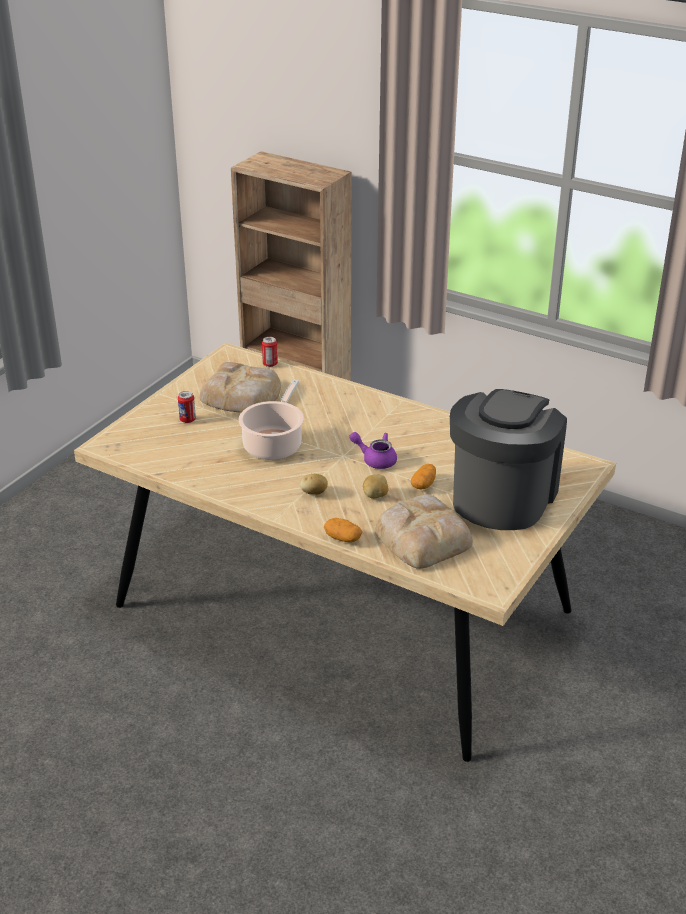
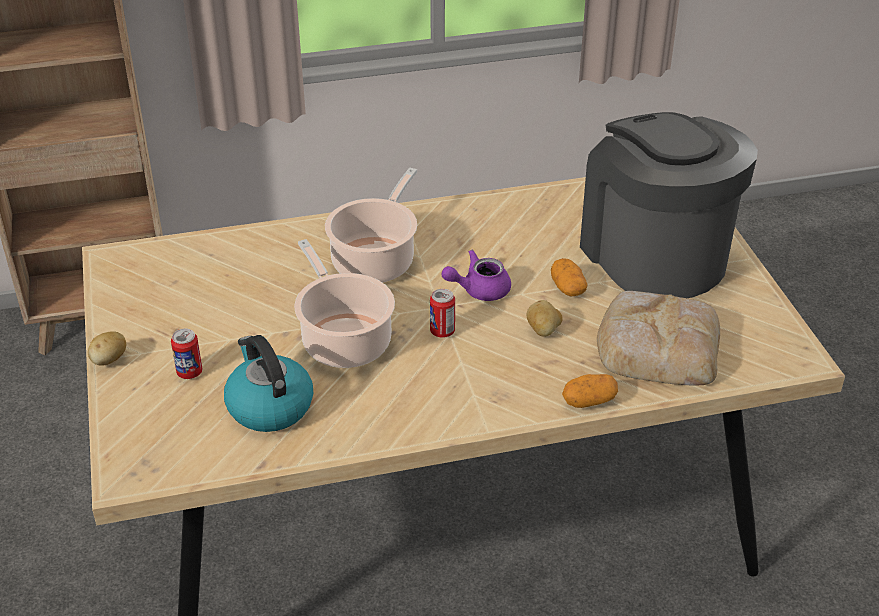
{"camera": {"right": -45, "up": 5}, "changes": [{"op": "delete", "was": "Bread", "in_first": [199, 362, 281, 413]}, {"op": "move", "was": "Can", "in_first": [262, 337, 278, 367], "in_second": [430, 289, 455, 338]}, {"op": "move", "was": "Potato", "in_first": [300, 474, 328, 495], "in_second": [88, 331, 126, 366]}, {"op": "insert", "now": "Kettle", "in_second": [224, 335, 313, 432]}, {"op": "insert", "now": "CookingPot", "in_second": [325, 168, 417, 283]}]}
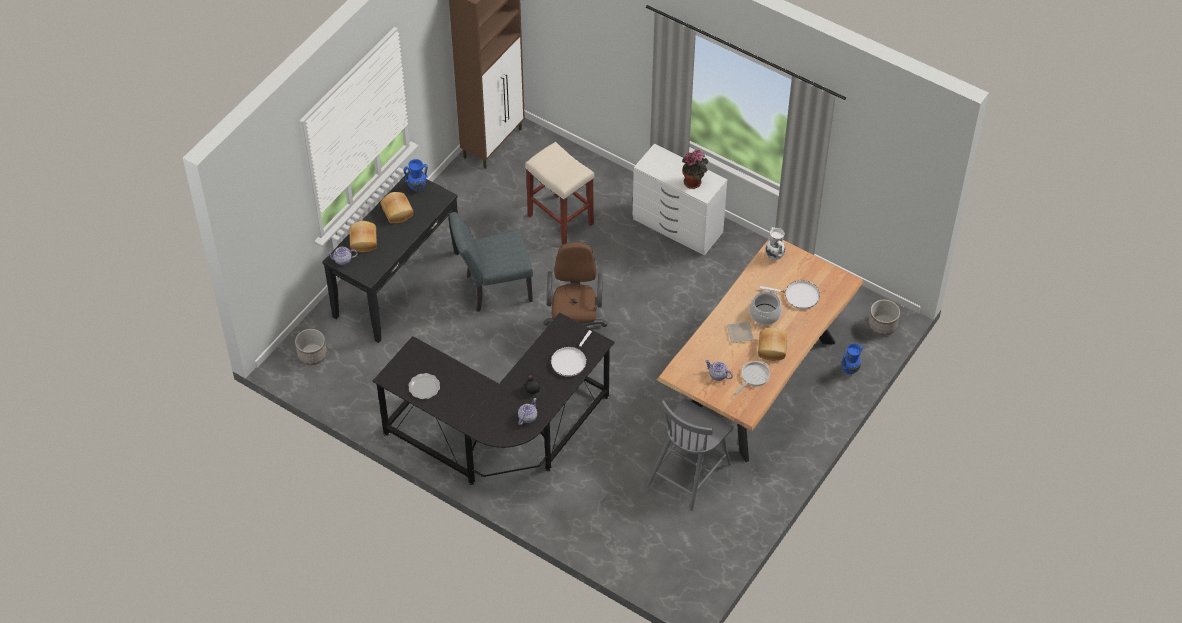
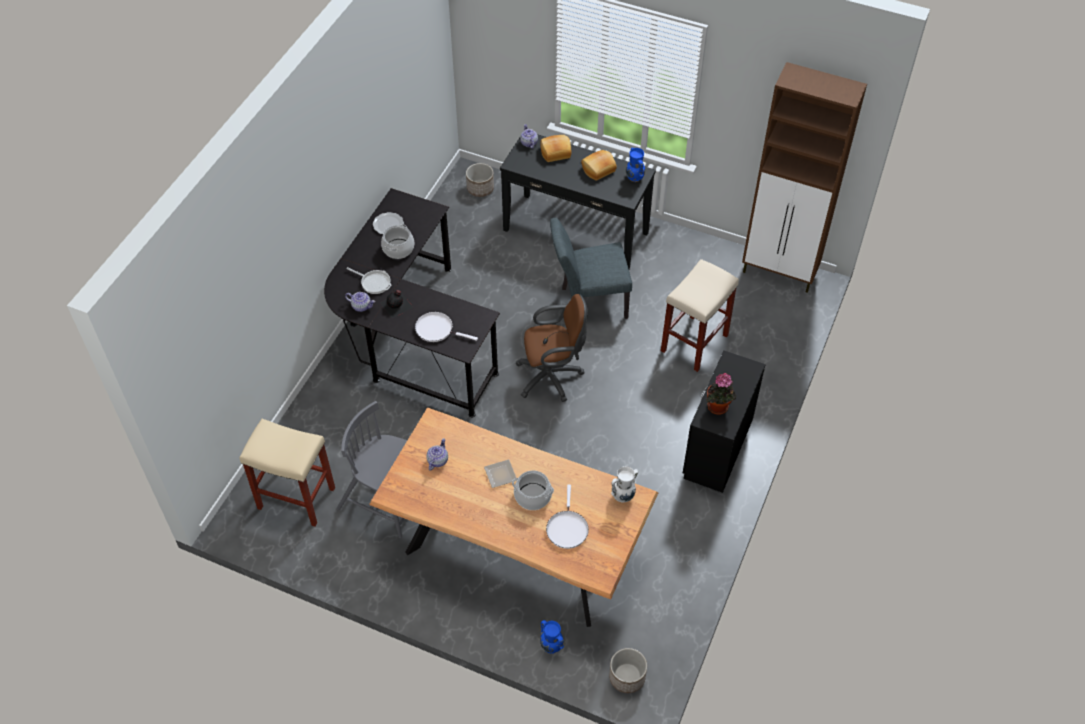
{"camera": {"right": 80, "up": 0}, "changes": [{"op": "rotate", "was": "GreyChair", "in_first": [449, 212, 533, 312], "in_second": [550, 218, 632, 319], "clockwise": -75}, {"op": "recolor", "was": "WhiteDresser", "now": "BlackDresser", "in_first": [633, 144, 727, 256], "in_second": [683, 351, 766, 493]}, {"op": "move", "was": "FryingPan", "in_first": [733, 362, 770, 396], "in_second": [347, 267, 391, 294]}, {"op": "delete", "was": "Bread", "in_first": [758, 327, 787, 361]}, {"op": "insert", "now": "BeigeStool", "in_second": [240, 419, 335, 527]}, {"op": "insert", "now": "CookingPot", "in_second": [381, 224, 414, 259]}]}
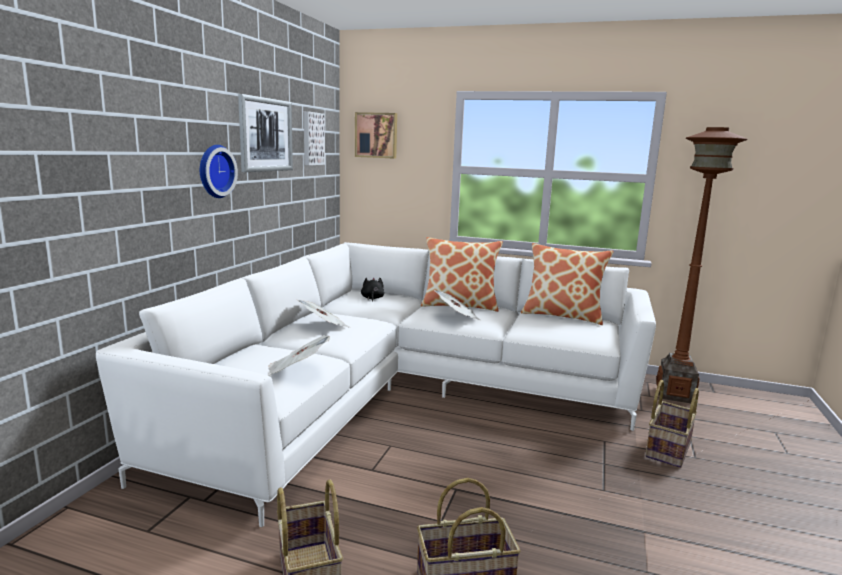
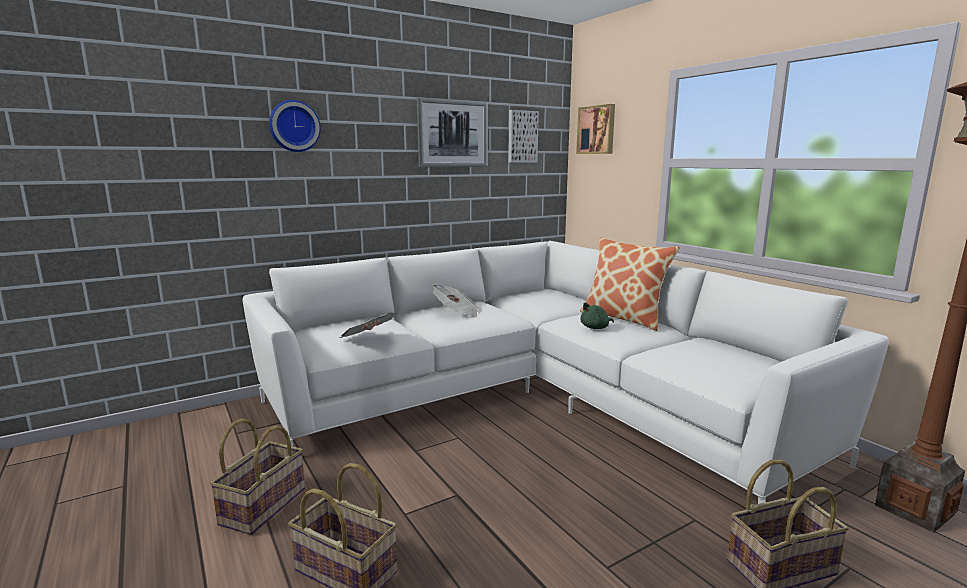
{"camera": {"right": 40, "up": 0}, "changes": [{"op": "move", "was": "WallClock", "in_first": [200, 145, 238, 198], "in_second": [269, 100, 321, 152]}, {"op": "delete", "was": "BlackPlushToy", "in_first": [361, 278, 384, 302]}, {"op": "replace", "was": "Newspaper", "now": "GreenPlushToy", "in_first": [434, 290, 480, 320], "in_second": [580, 303, 614, 329]}, {"op": "delete", "was": "Pillow", "in_first": [521, 243, 614, 325]}]}
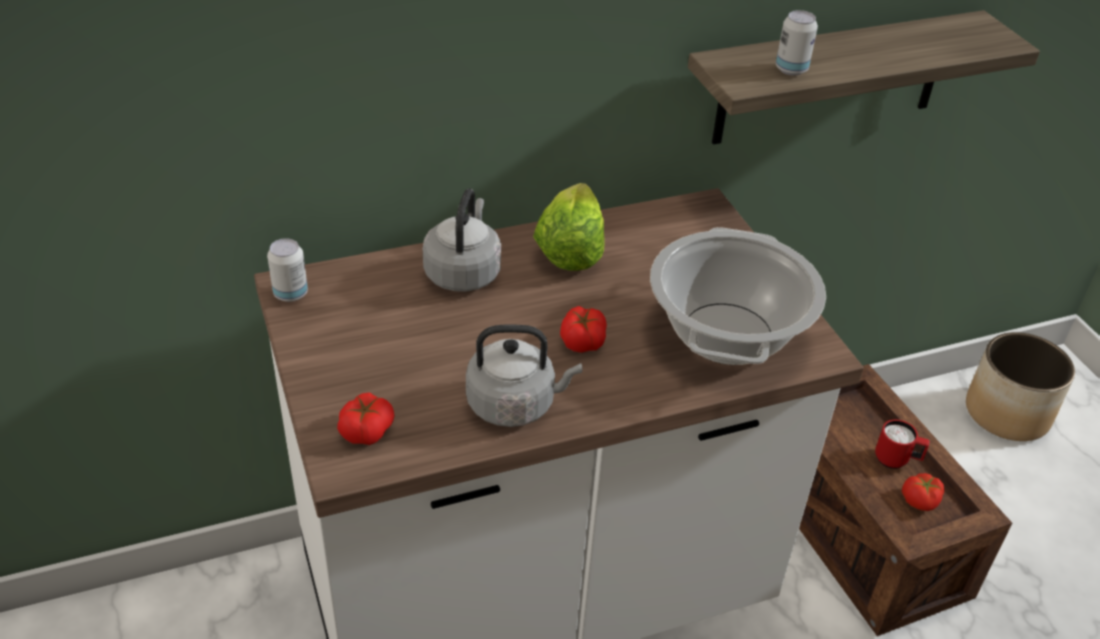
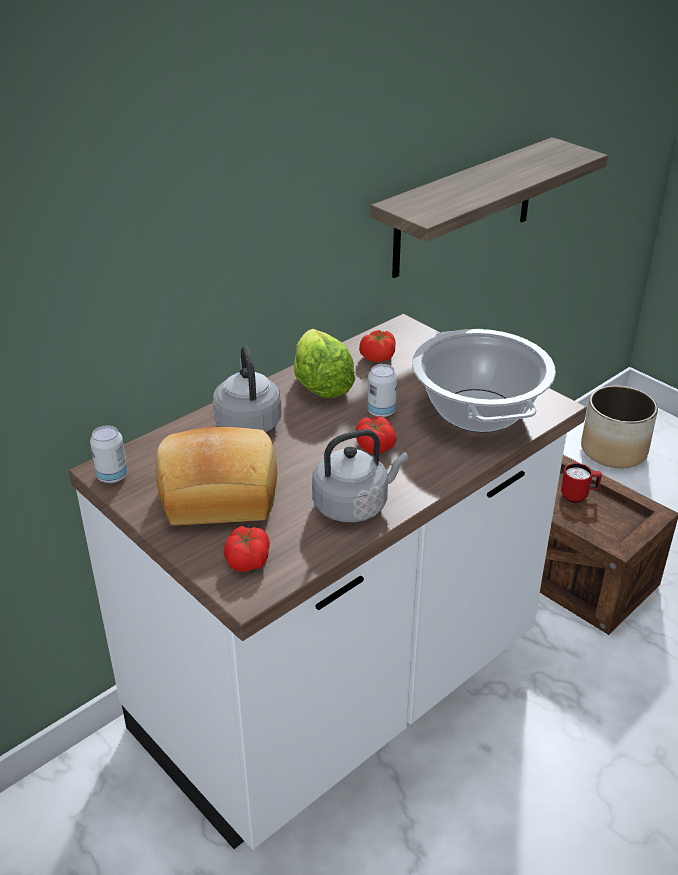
{"camera": {"right": -20, "up": -5}, "changes": [{"op": "move", "was": "Can", "in_first": [776, 10, 818, 76], "in_second": [367, 364, 397, 417]}, {"op": "move", "was": "Tomato", "in_first": [902, 473, 944, 511], "in_second": [359, 330, 396, 362]}, {"op": "insert", "now": "Bread", "in_second": [156, 427, 277, 526]}]}
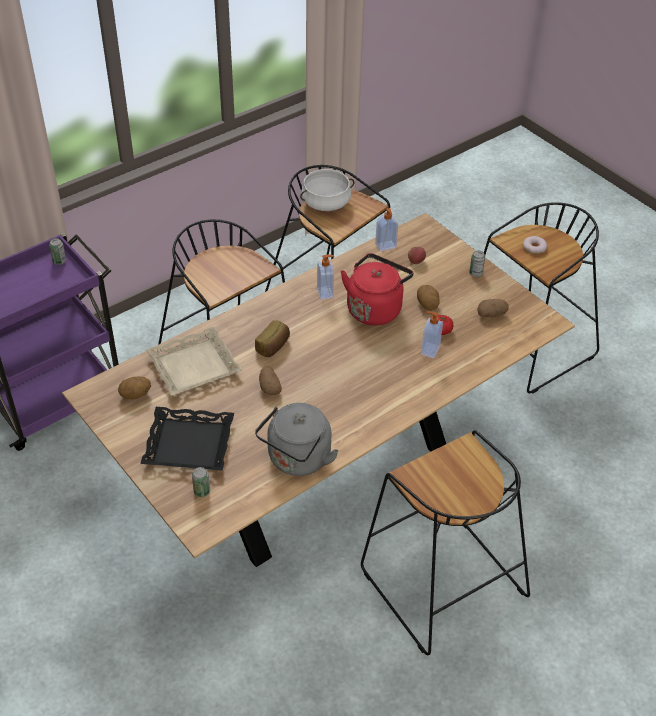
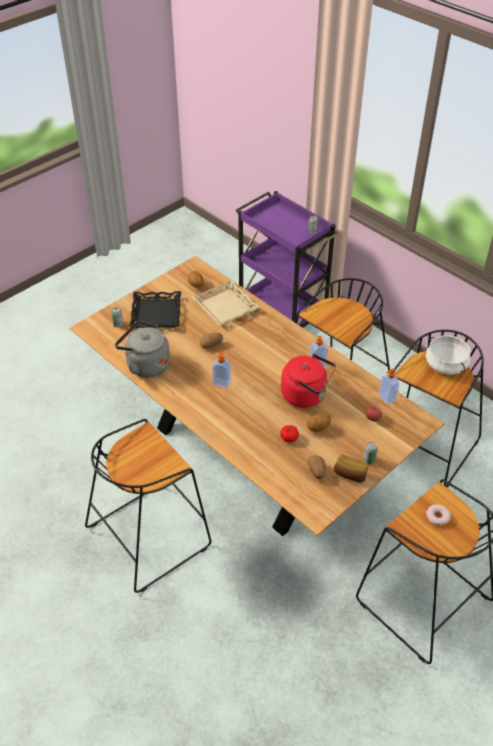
{"camera": {"right": 85, "up": 0}, "changes": [{"op": "move", "was": "Bread", "in_first": [255, 320, 290, 357], "in_second": [334, 454, 368, 483]}, {"op": "move", "was": "SoapDispenser", "in_first": [421, 311, 443, 358], "in_second": [212, 351, 231, 388]}]}
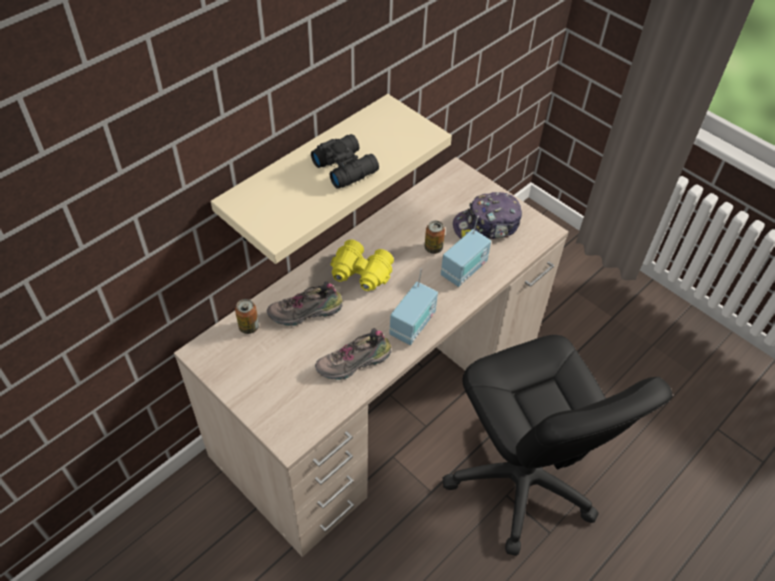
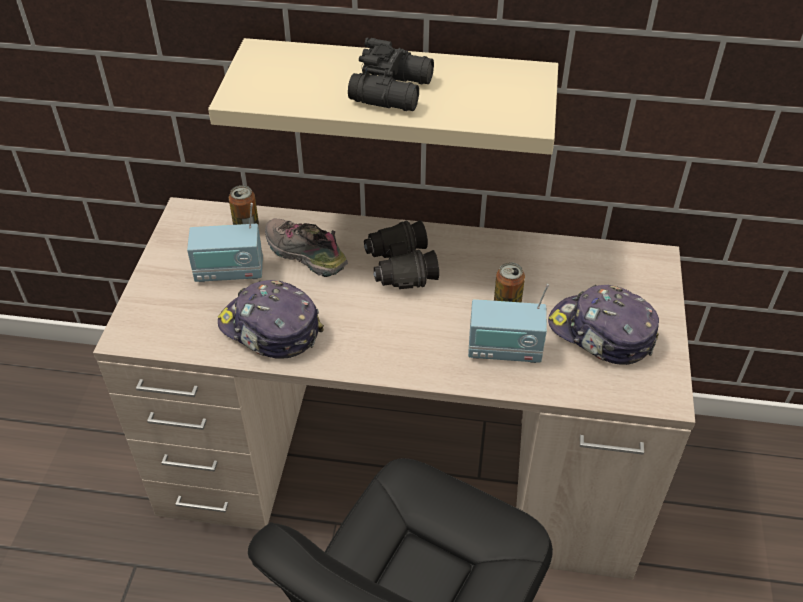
{"camera": {"right": 55, "up": -5}, "changes": [{"op": "replace", "was": "Shoe", "now": "Cap", "in_first": [315, 328, 392, 380], "in_second": [218, 280, 324, 358]}, {"op": "recolor", "was": "YellowBinoculars", "now": "BlackBinoculars", "in_first": [330, 240, 394, 291], "in_second": [364, 220, 439, 289]}, {"op": "move", "was": "Radio", "in_first": [389, 269, 438, 345], "in_second": [187, 203, 263, 282]}]}
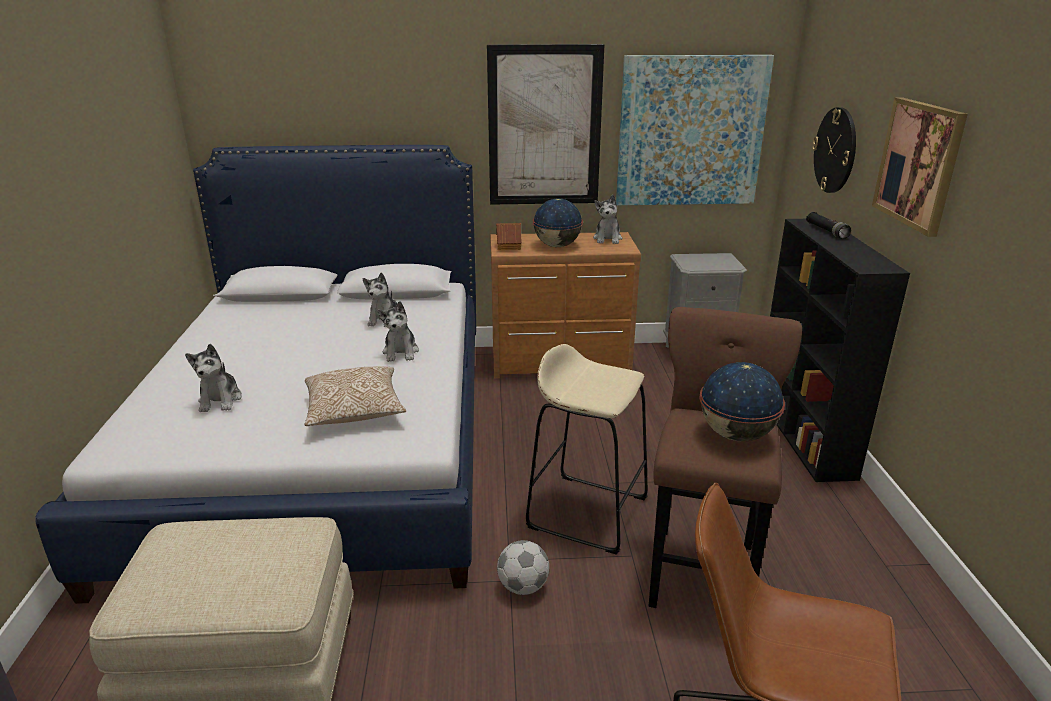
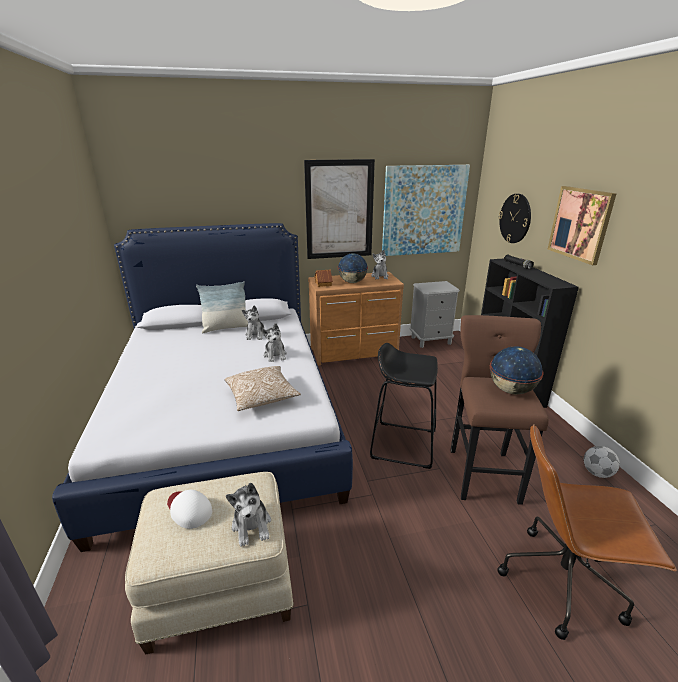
{"camera": {"right": -10, "up": 0}, "changes": [{"op": "move", "was": "PlushToy", "in_first": [185, 344, 242, 413], "in_second": [226, 483, 271, 547]}, {"op": "move", "was": "Football", "in_first": [497, 540, 549, 595], "in_second": [584, 446, 620, 478]}, {"op": "recolor", "was": "BeigeStool", "now": "BlackStool", "in_first": [526, 344, 648, 555], "in_second": [370, 343, 438, 469]}, {"op": "insert", "now": "WhiteCap", "in_second": [167, 490, 212, 529]}, {"op": "insert", "now": "Pillow", "in_second": [196, 281, 248, 333]}]}
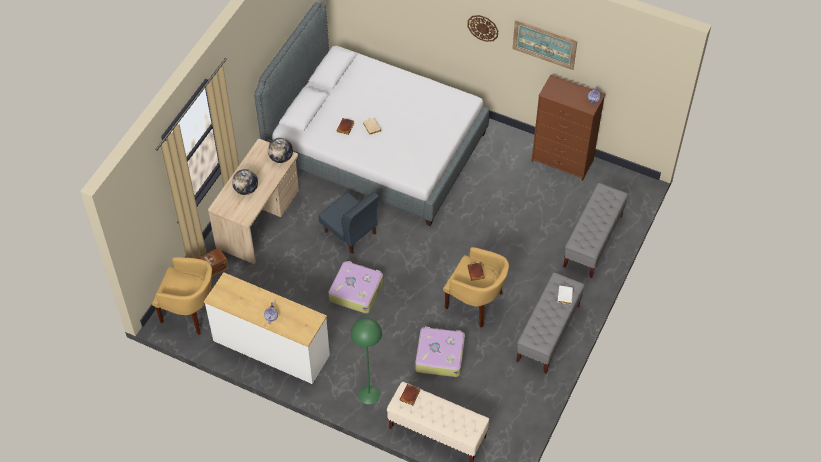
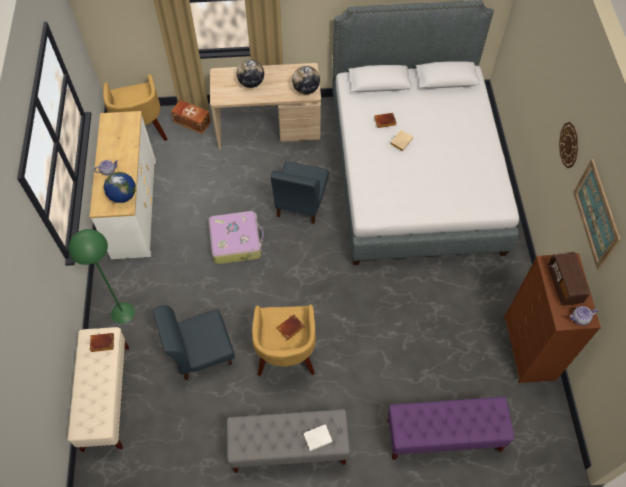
{"camera": {"right": 60, "up": 5}, "changes": [{"op": "replace", "was": "Suitcase", "now": "BlueChair", "in_first": [415, 327, 465, 377], "in_second": [152, 305, 235, 380]}, {"op": "recolor", "was": "GreyBench", "now": "PurpleBench", "in_first": [563, 183, 628, 278], "in_second": [387, 397, 514, 460]}, {"op": "insert", "now": "Globe", "in_second": [104, 172, 136, 203]}, {"op": "insert", "now": "Radio", "in_second": [548, 252, 590, 306]}]}
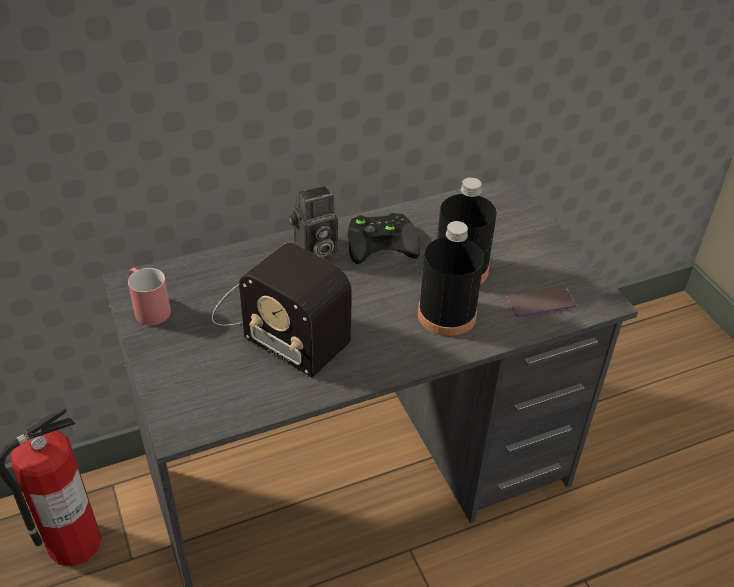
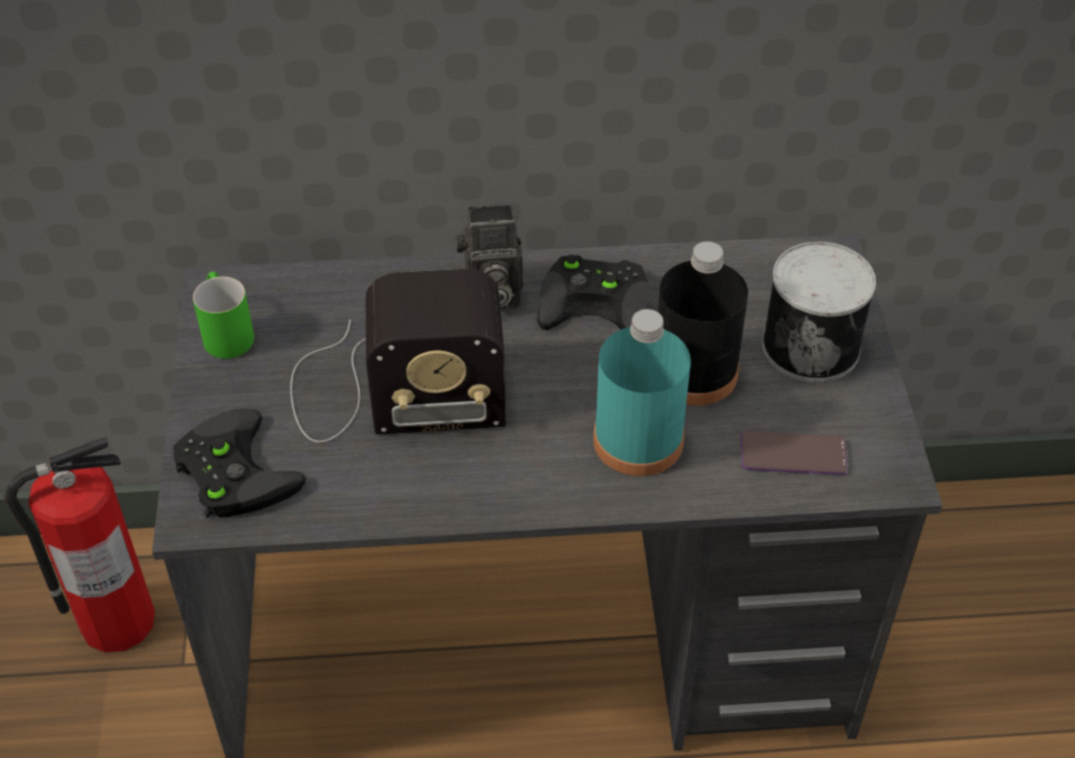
{"camera": {"right": 20, "up": 5}, "changes": [{"op": "recolor", "was": "RedMug", "now": "GreenMug", "in_first": [128, 268, 171, 325], "in_second": [193, 272, 254, 359]}, {"op": "rotate", "was": "Radio", "in_first": [212, 243, 352, 377], "in_second": [290, 269, 506, 442], "clockwise": -60}, {"op": "recolor", "was": "BlackBottle", "now": "TurquoiseBottle", "in_first": [418, 221, 484, 336], "in_second": [594, 309, 691, 476]}, {"op": "insert", "now": "BlackGameController", "in_second": [173, 409, 306, 518]}, {"op": "insert", "now": "Can", "in_second": [762, 242, 876, 383]}]}
